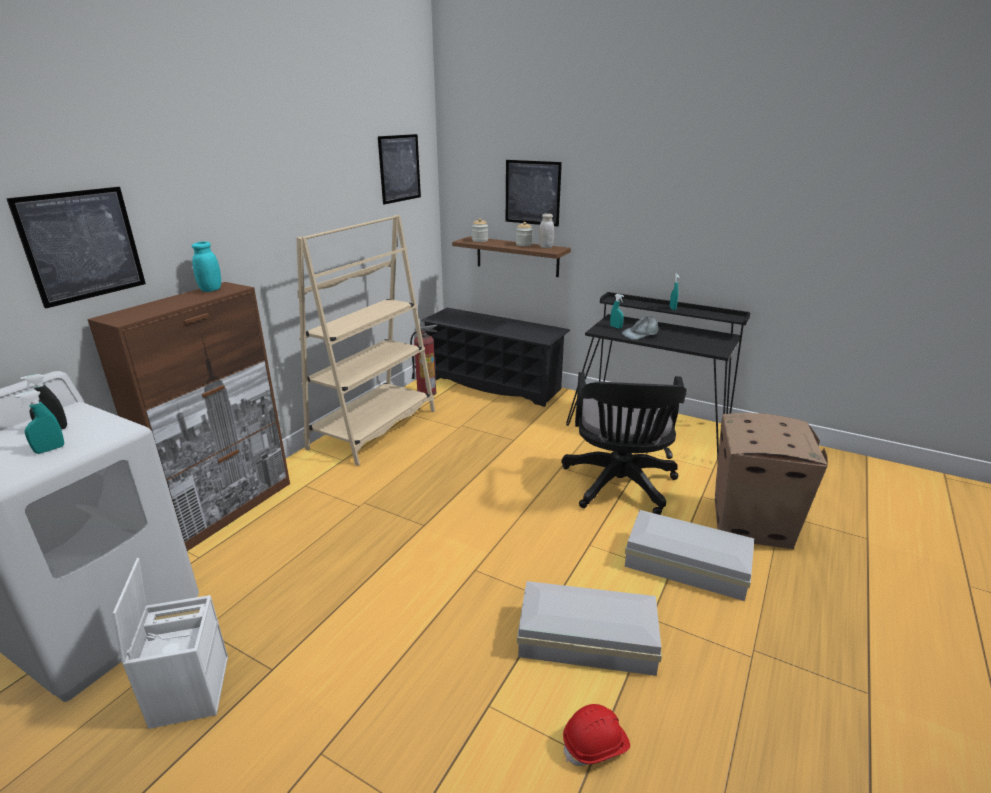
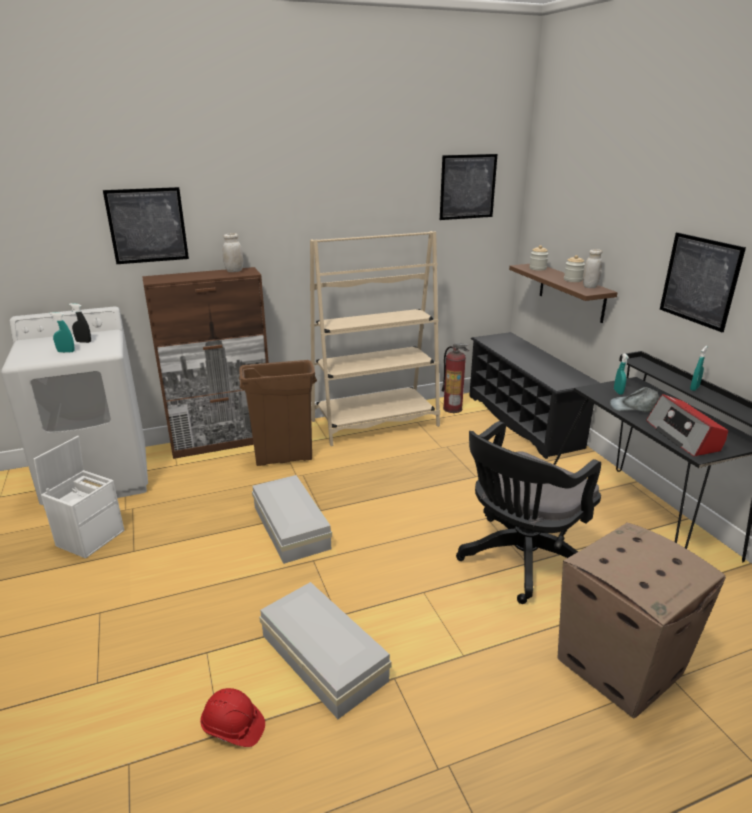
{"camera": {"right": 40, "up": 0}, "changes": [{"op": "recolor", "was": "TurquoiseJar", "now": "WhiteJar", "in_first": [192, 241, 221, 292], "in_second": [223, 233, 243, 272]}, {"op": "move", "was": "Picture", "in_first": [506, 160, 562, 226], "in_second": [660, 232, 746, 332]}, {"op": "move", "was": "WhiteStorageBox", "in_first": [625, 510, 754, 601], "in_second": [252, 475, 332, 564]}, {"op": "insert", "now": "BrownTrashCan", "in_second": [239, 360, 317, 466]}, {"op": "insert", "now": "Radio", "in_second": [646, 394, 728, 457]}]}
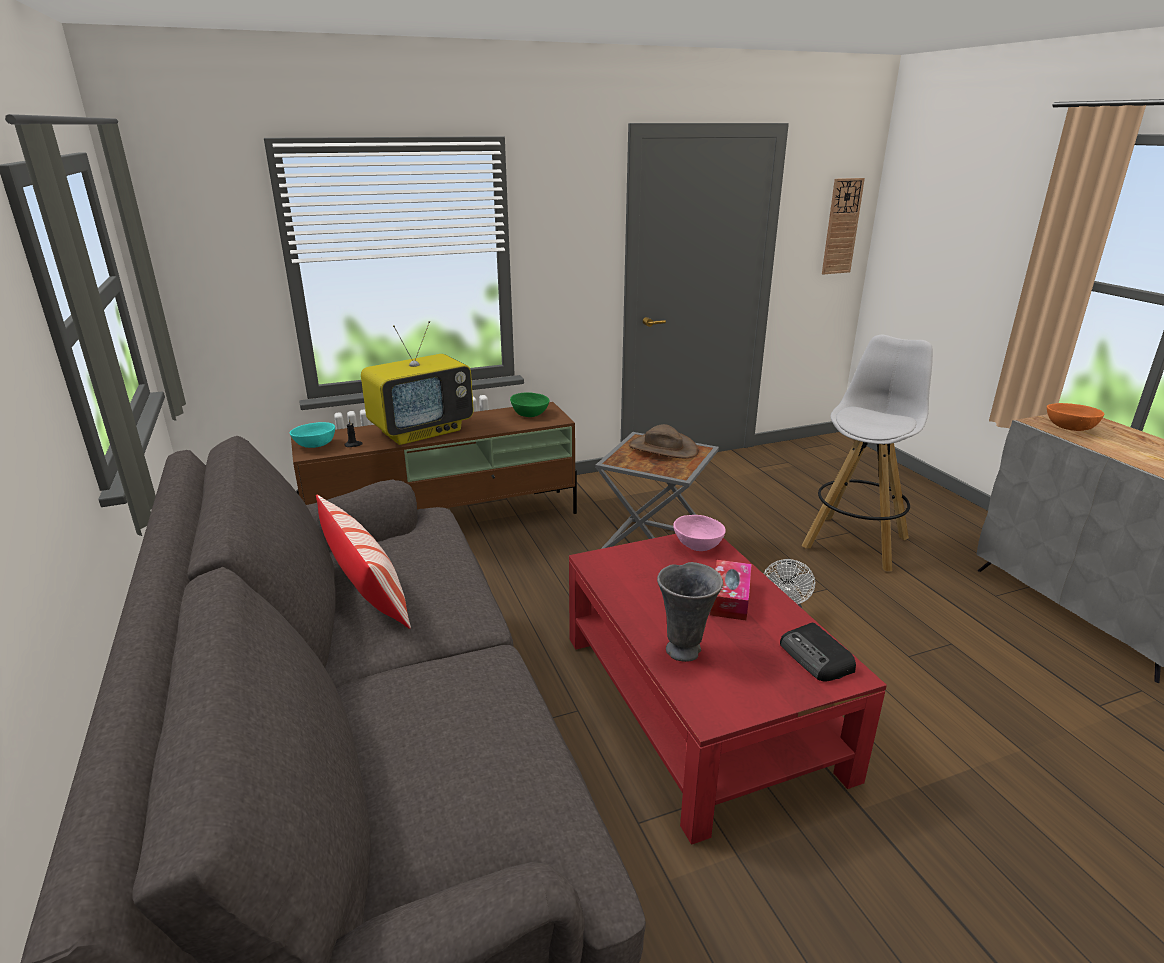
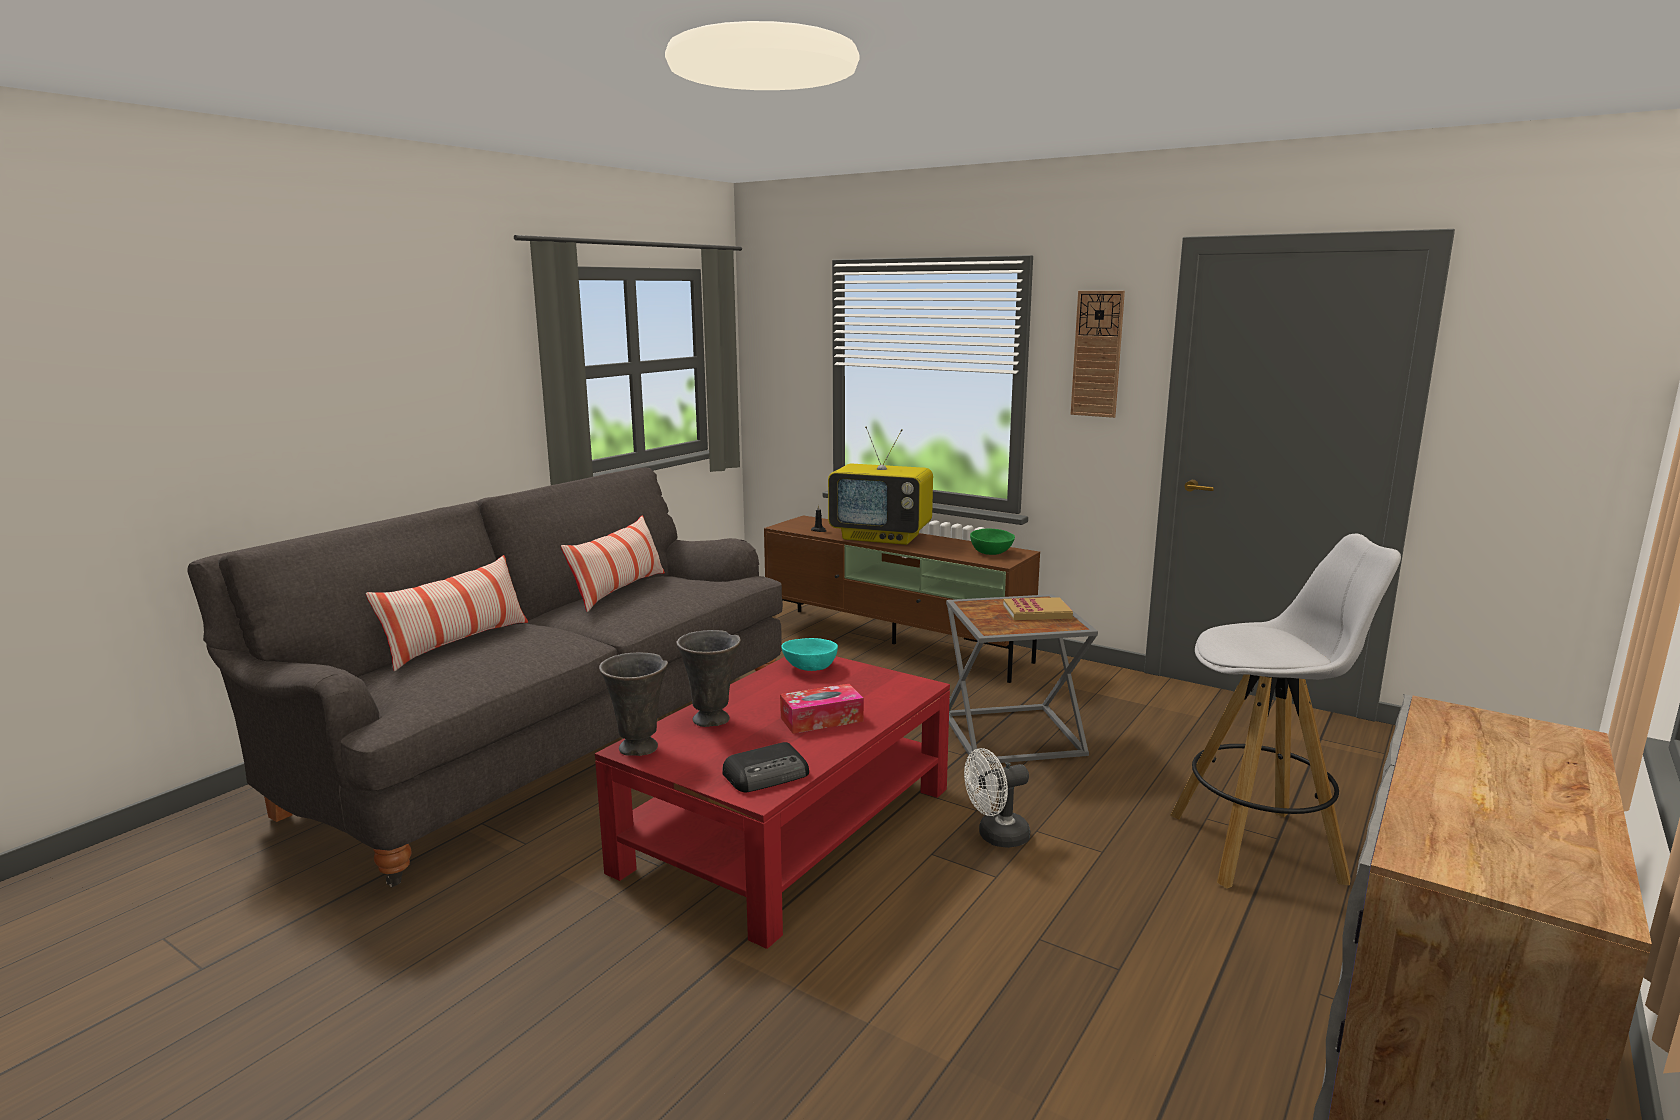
{"camera": {"right": 55, "up": -10}, "changes": [{"op": "move", "was": "TurquoiseBowl", "in_first": [290, 422, 335, 448], "in_second": [781, 638, 838, 671]}, {"op": "replace", "was": "BrownHat", "now": "Book", "in_first": [629, 424, 698, 458], "in_second": [1003, 597, 1073, 620]}, {"op": "delete", "was": "PinkBowl", "in_first": [673, 515, 726, 551]}, {"op": "rotate", "was": "Radio", "in_first": [780, 623, 856, 681], "in_second": [723, 742, 809, 792], "clockwise": -150}, {"op": "move", "was": "WallClock", "in_first": [822, 178, 865, 275], "in_second": [1071, 291, 1125, 418]}, {"op": "delete", "was": "OrangeBowl", "in_first": [1047, 403, 1104, 431]}, {"op": "insert", "now": "Pillow", "in_second": [366, 555, 528, 671]}, {"op": "insert", "now": "GreyVase", "in_second": [599, 652, 668, 756]}]}
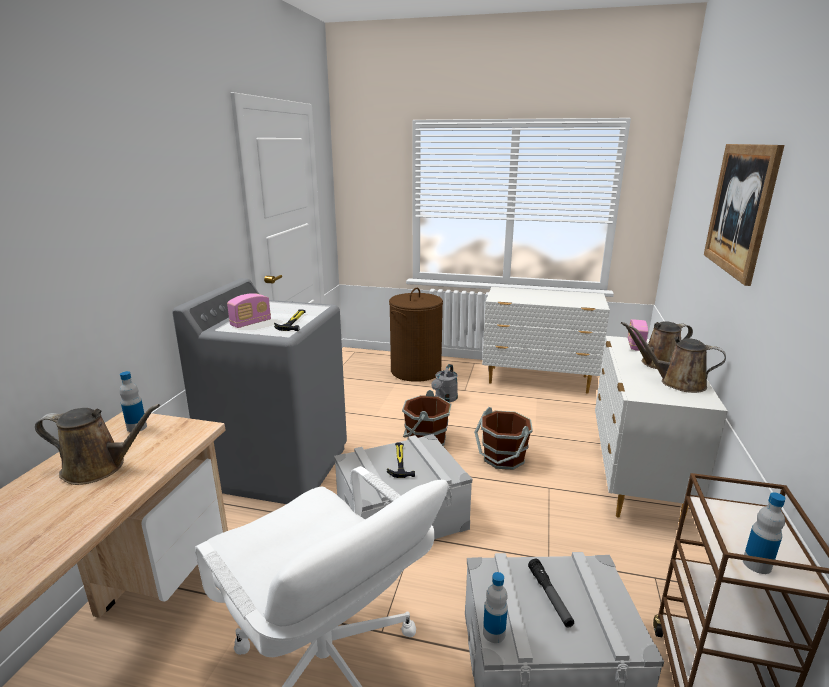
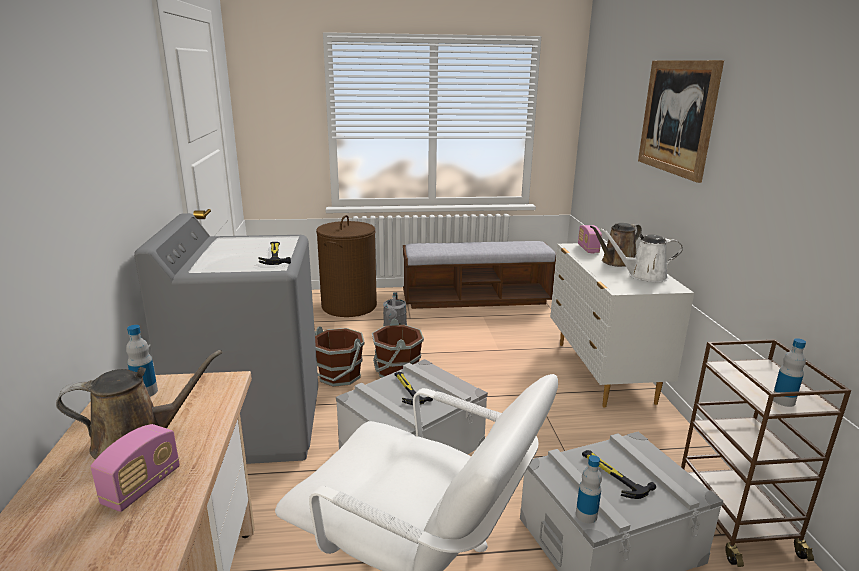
{"camera": {"right": -20, "up": 0}, "changes": [{"op": "move", "was": "Radio", "in_first": [227, 293, 271, 328], "in_second": [91, 424, 180, 512]}, {"op": "move", "was": "BrownBucket", "in_first": [474, 407, 533, 470], "in_second": [315, 326, 364, 387]}, {"op": "replace", "was": "WhiteDresser", "now": "Bench", "in_first": [482, 287, 610, 394], "in_second": [403, 241, 556, 309]}, {"op": "replace", "was": "Flashlight", "now": "Hammer", "in_first": [528, 559, 574, 628], "in_second": [582, 450, 656, 499]}, {"op": "recolor", "was": "BrownWateringCan", "now": "WhiteWateringCan", "in_first": [630, 325, 726, 393], "in_second": [600, 228, 683, 282]}]}
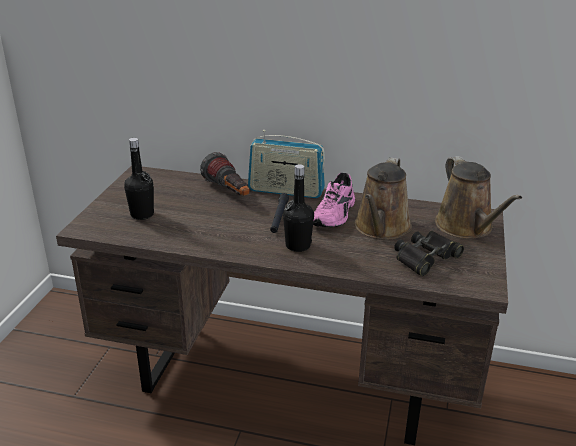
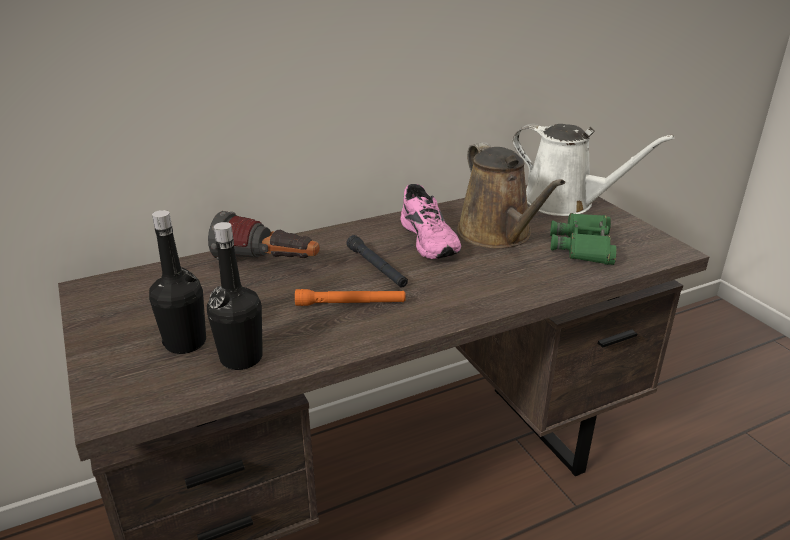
{"camera": {"right": -40, "up": 0}, "changes": [{"op": "delete", "was": "Radio", "in_first": [248, 130, 325, 198]}, {"op": "move", "was": "BlackBottle", "in_first": [283, 164, 314, 252], "in_second": [207, 222, 263, 370]}, {"op": "recolor", "was": "BlackBinoculars", "now": "GreenBinoculars", "in_first": [394, 231, 464, 276], "in_second": [550, 213, 617, 265]}, {"op": "recolor", "was": "BrownWateringCan", "now": "WhiteWateringCan", "in_first": [435, 156, 522, 239], "in_second": [513, 124, 675, 216]}, {"op": "insert", "now": "OrangeFlashlight", "in_second": [295, 289, 406, 306]}]}
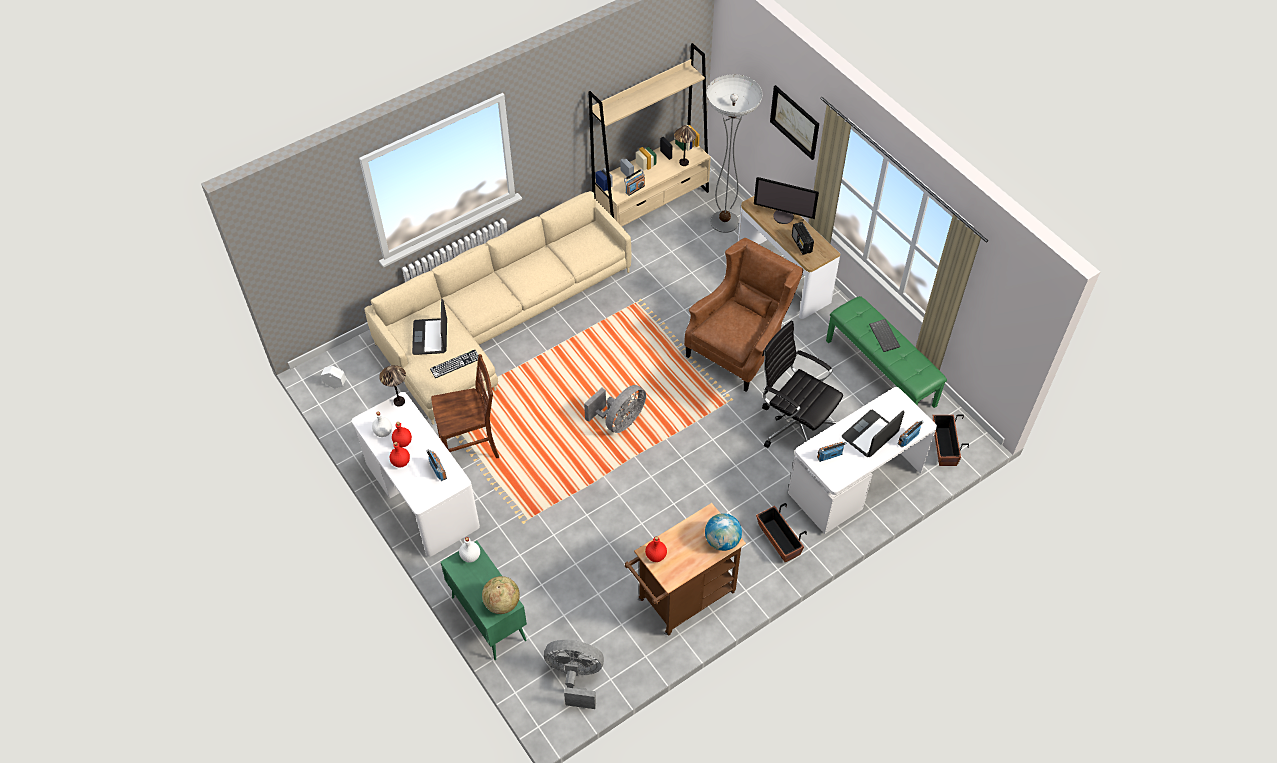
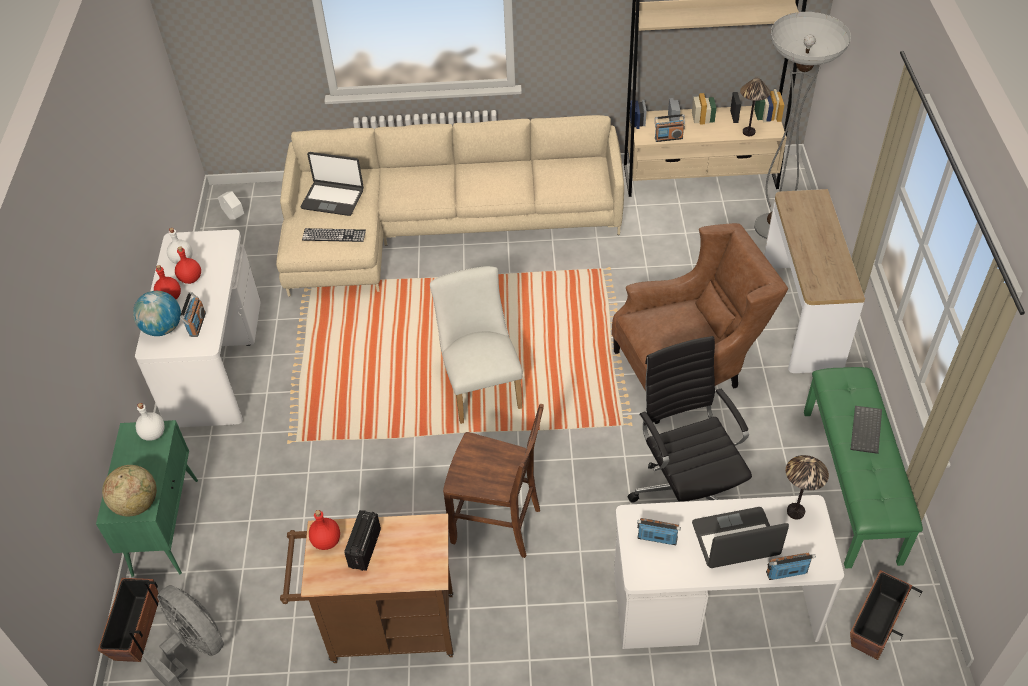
{"camera": {"right": 35, "up": -5}, "changes": [{"op": "move", "was": "TableLamp", "in_first": [379, 365, 406, 407], "in_second": [786, 455, 829, 520]}, {"op": "rotate", "was": "Laptop", "in_first": [412, 299, 447, 355], "in_second": [301, 152, 364, 216], "clockwise": -105}, {"op": "move", "was": "BrownChair", "in_first": [431, 354, 499, 458], "in_second": [443, 404, 544, 558]}, {"op": "replace", "was": "GreyFan", "now": "WhiteChair", "in_first": [584, 385, 646, 433], "in_second": [430, 266, 523, 424]}, {"op": "move", "was": "Globe", "in_first": [705, 513, 742, 551], "in_second": [133, 291, 181, 336]}, {"op": "delete", "was": "Monitor", "in_first": [754, 177, 819, 224]}, {"op": "move", "was": "Planter", "in_first": [756, 503, 807, 562], "in_second": [98, 578, 159, 662]}, {"op": "delete", "was": "Picture", "in_first": [770, 85, 819, 160]}, {"op": "move", "was": "Radio", "in_first": [792, 222, 814, 255], "in_second": [344, 510, 381, 571]}]}
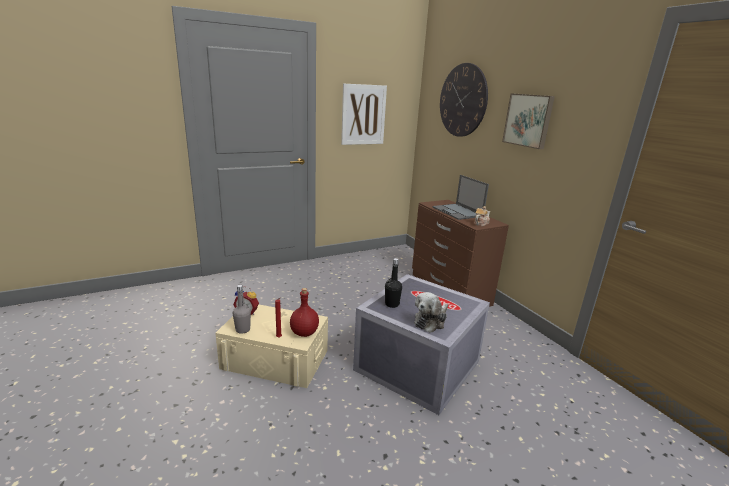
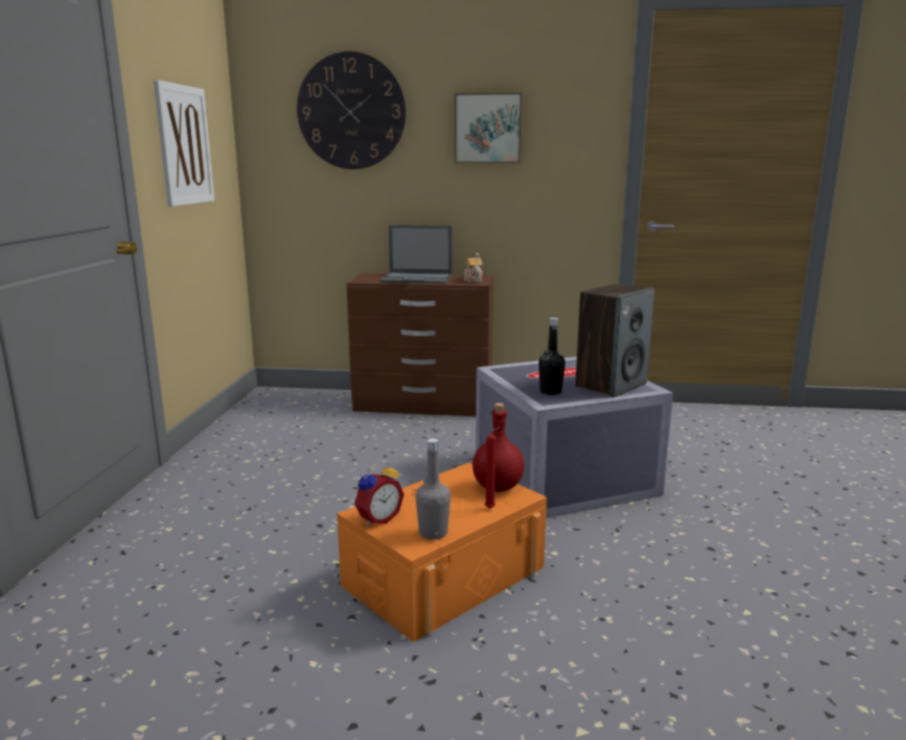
{"camera": {"right": -55, "up": -5}, "changes": [{"op": "recolor", "was": "BeigeStorageBox", "now": "OrangeStorageBox", "in_first": [215, 304, 328, 388], "in_second": [337, 463, 547, 642]}, {"op": "replace", "was": "PlushToy", "now": "Speaker", "in_first": [414, 292, 448, 333], "in_second": [575, 284, 655, 398]}]}
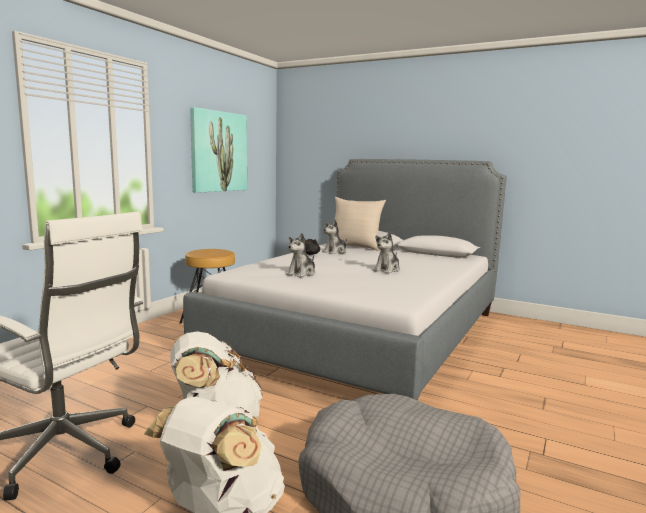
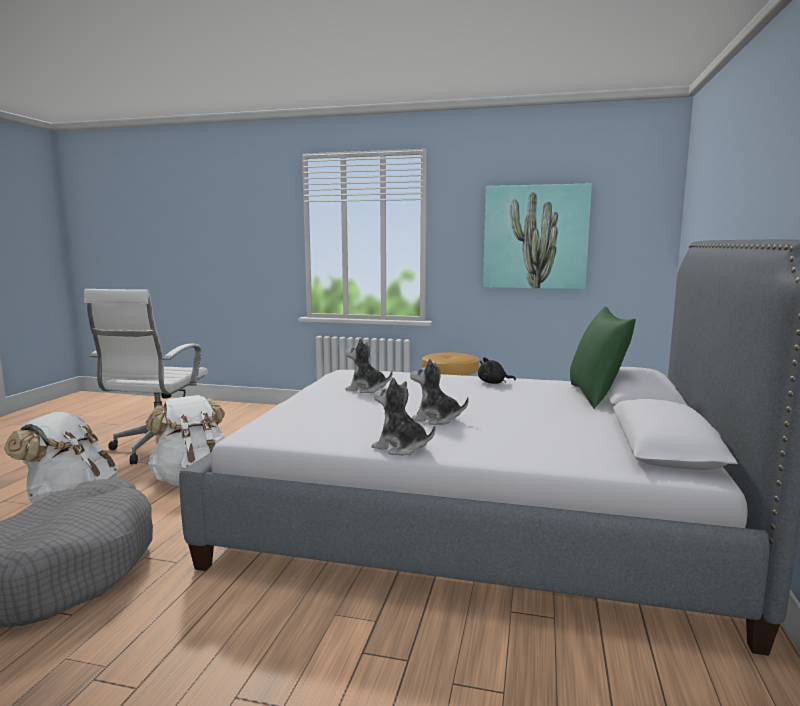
{"camera": {"right": 75, "up": 0}, "changes": [{"op": "move", "was": "PlushToy", "in_first": [322, 220, 347, 254], "in_second": [372, 377, 435, 455]}, {"op": "recolor", "was": "BeigePillow", "now": "GreenPillow", "in_first": [335, 197, 386, 251], "in_second": [570, 307, 636, 409]}]}
